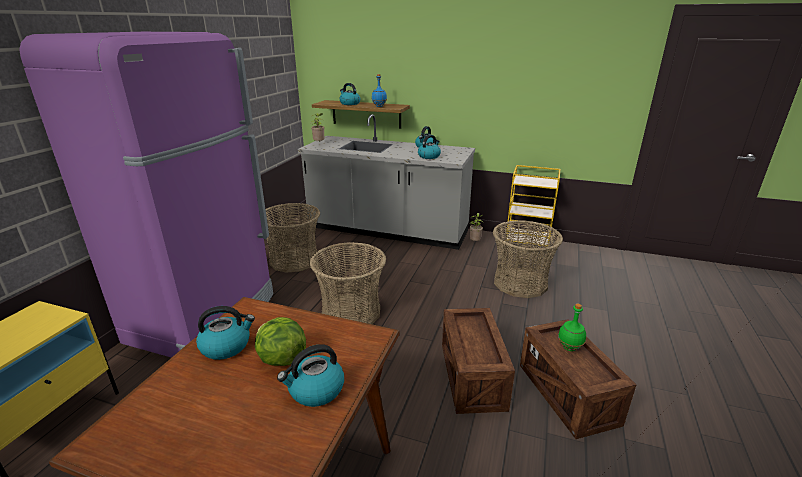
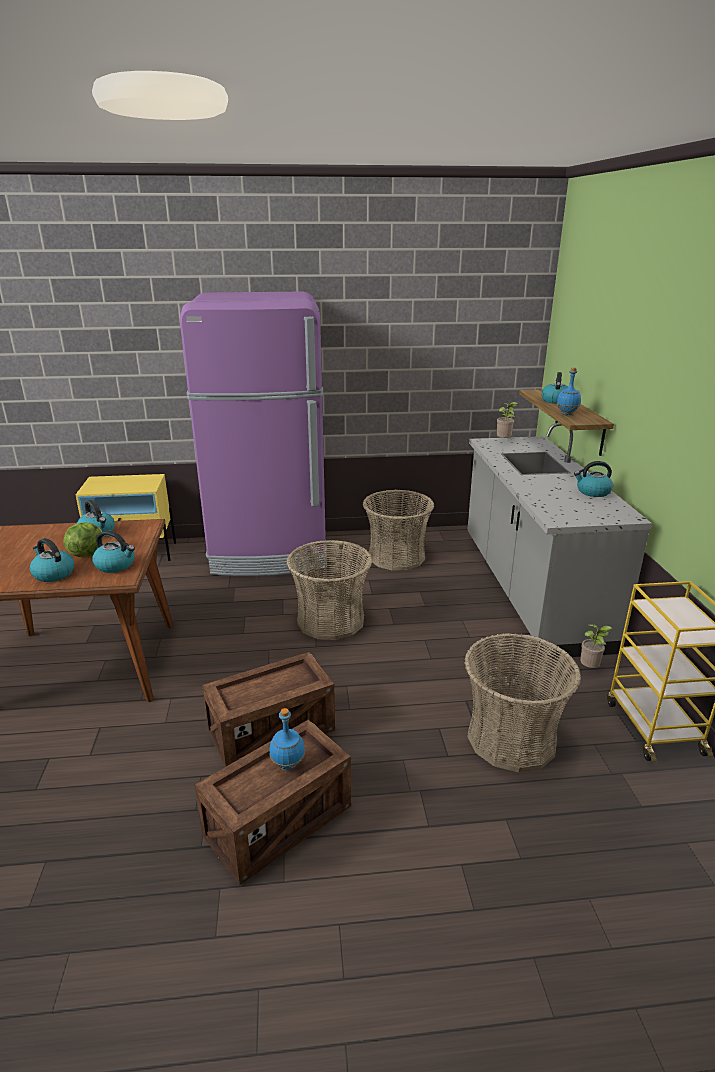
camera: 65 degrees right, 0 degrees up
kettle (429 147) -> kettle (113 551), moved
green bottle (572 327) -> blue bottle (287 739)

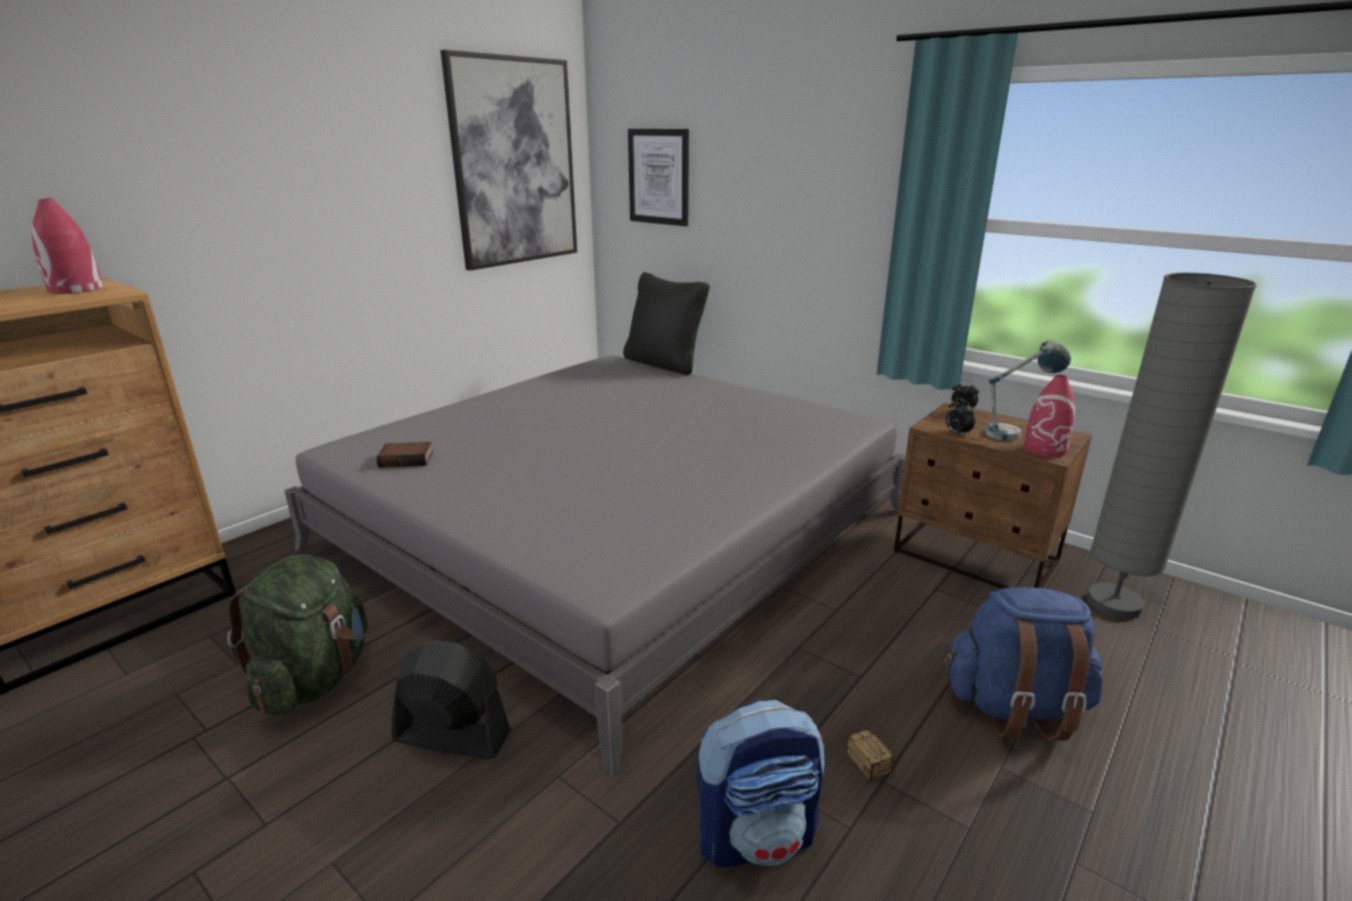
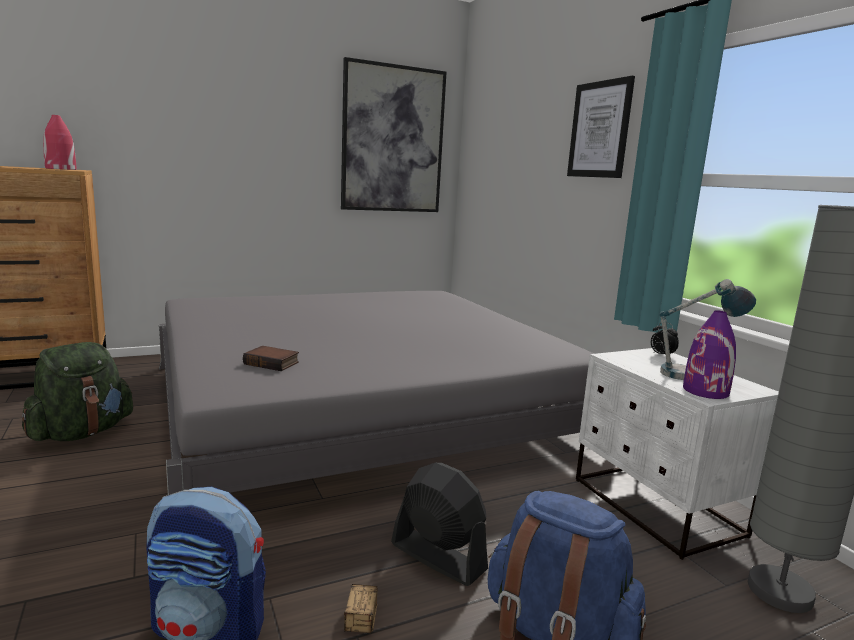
camera: 25 degrees right, 10 degrees down
picture (658 177) -> picture (601 126), moved
black pillow (666 323) -> none
red vase (1049 416) -> purple vase (709 354)
alarm clock (960 417) -> none
brown nightstand (993 495) -> white nightstand (677 454)
book (405 455) -> book (271 358), moved
black fan (451 699) -> black fan (439 524), moved

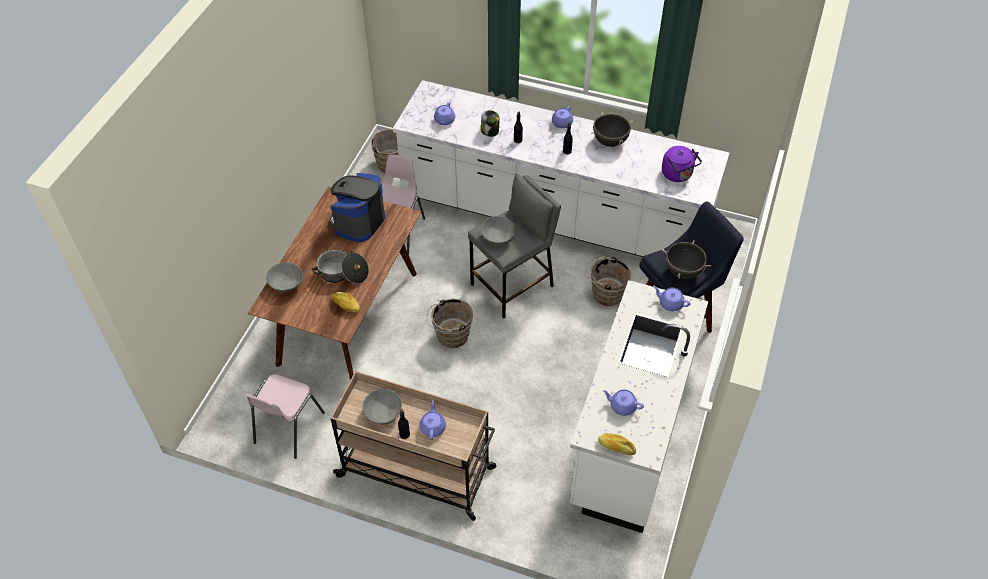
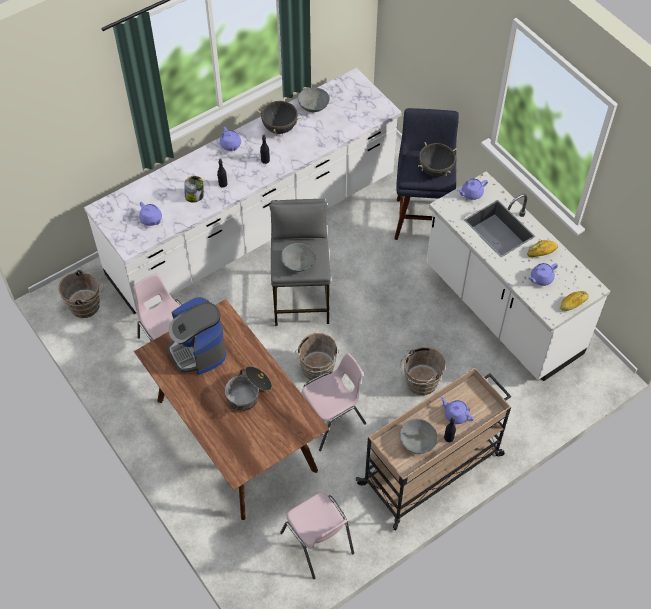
camera: 55 degrees left, 5 degrees up
purple kettle (682 164) -> none
brown bucket (608 281) -> brown bucket (422 371), moved
grey bowl (284 277) -> grey bowl (313 100), moved
bread (346 302) -> bread (542 248), moved
none -> pink chair (333 402)

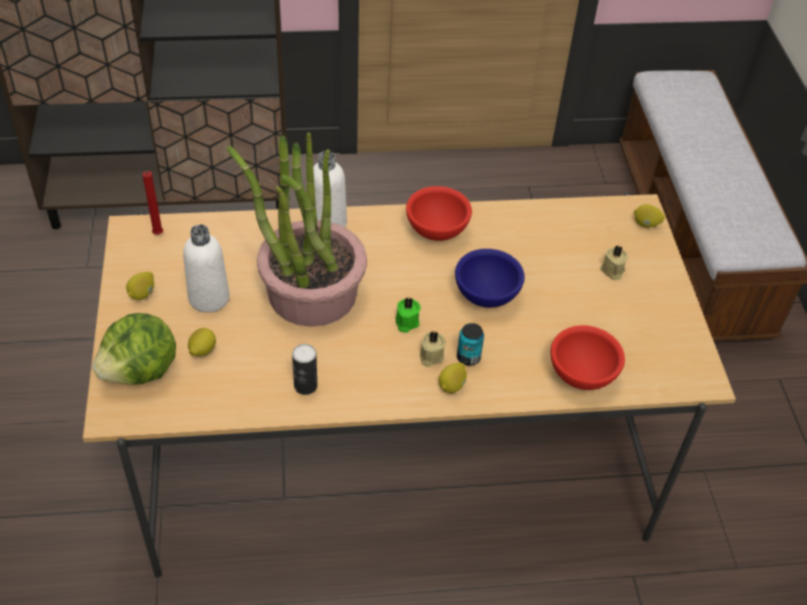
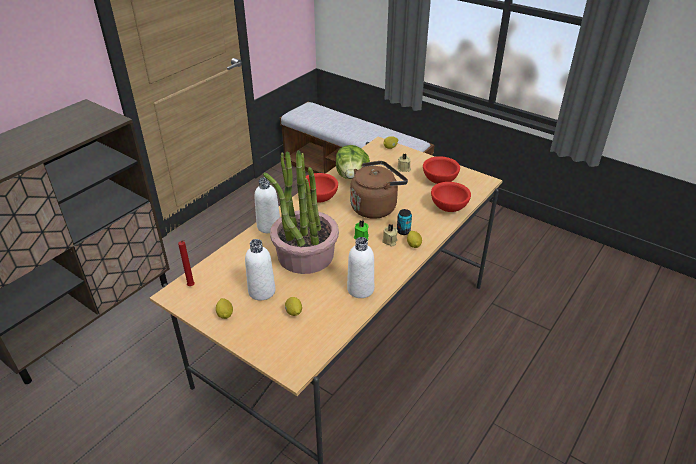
camera: 45 degrees left, 10 degrees down
blue bowl (490 278) -> brown kettle (379 190)
lettuce (134 349) -> lettuce (353 162), moved
can (304 369) -> white bottle (360 267)
none -> red bowl (441 170)

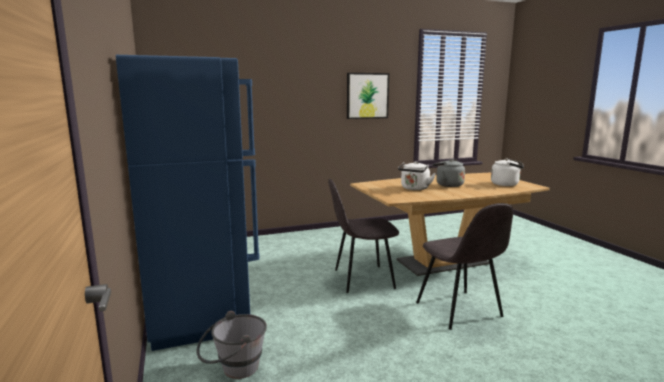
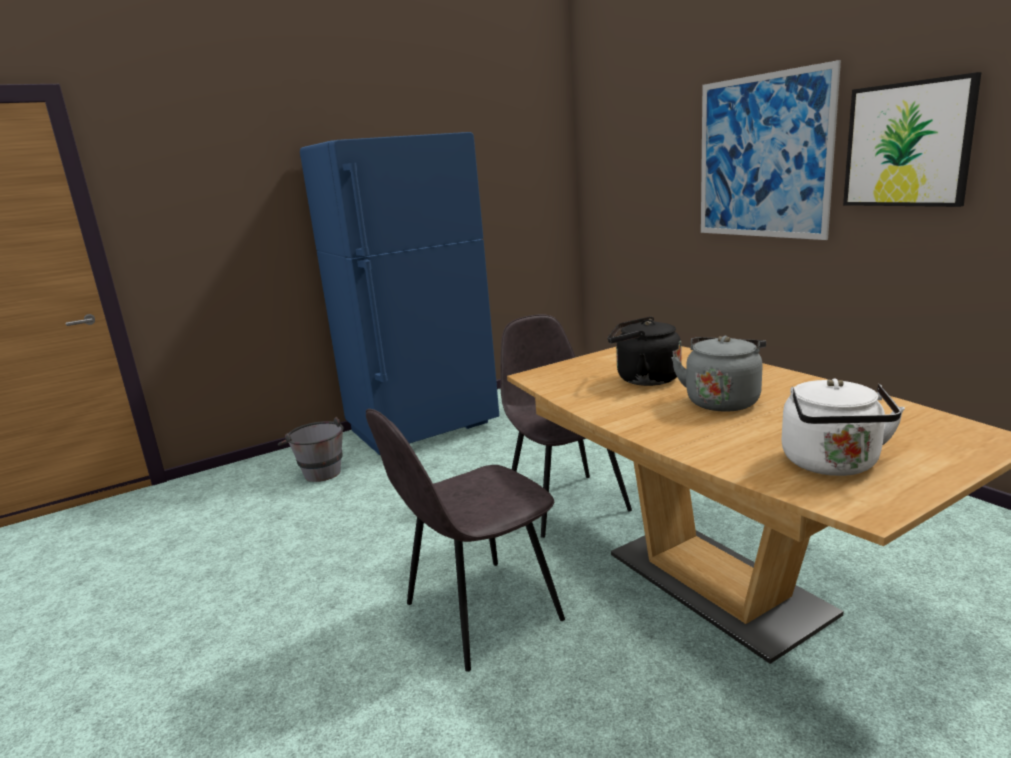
camera: 80 degrees right, 5 degrees up
white kettle (417 175) -> black kettle (644 351)
none -> picture (771 150)

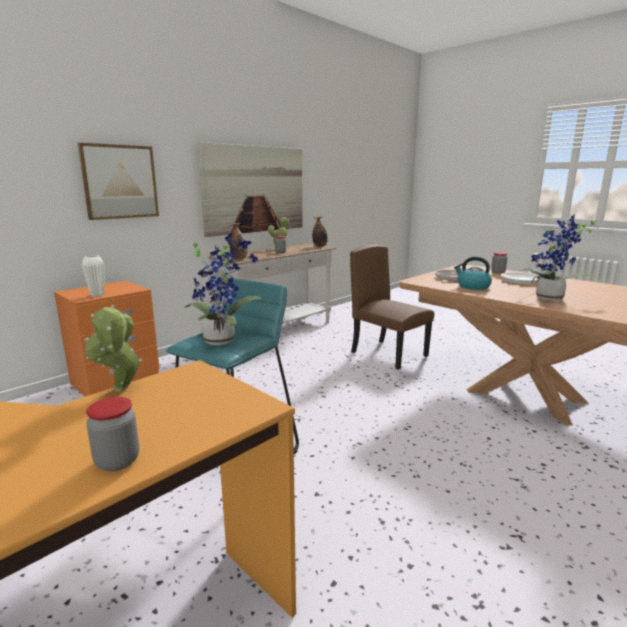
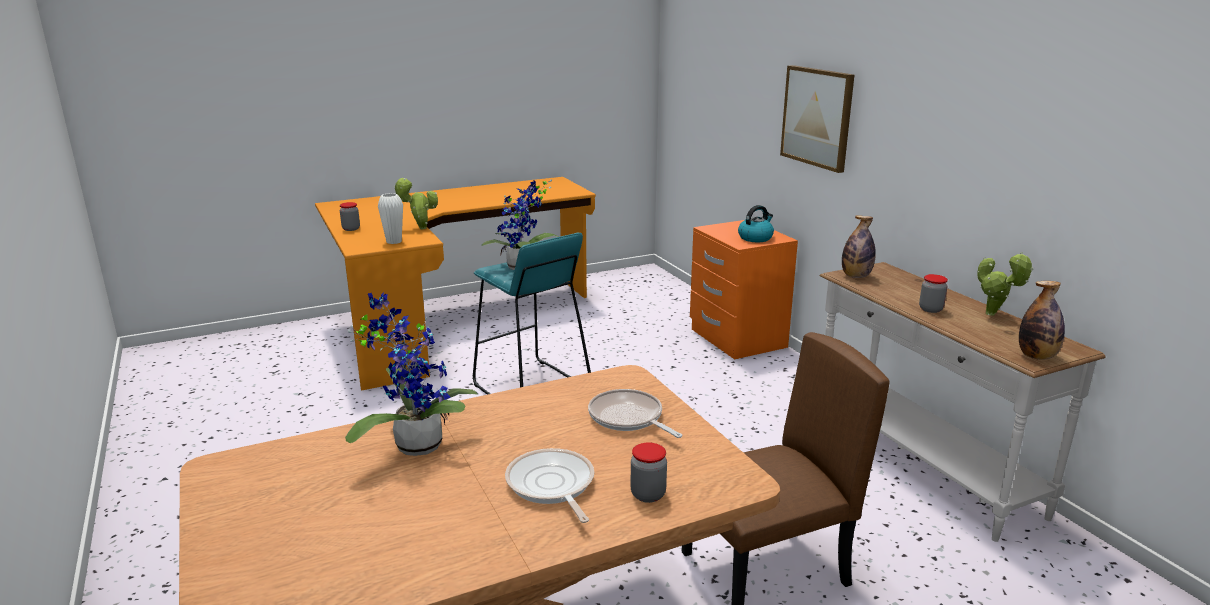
camera: 110 degrees right, 5 degrees up
picture (250 189) -> none
white vase (93 276) -> white vase (390 218), moved
kettle (473 273) -> kettle (756 223), moved

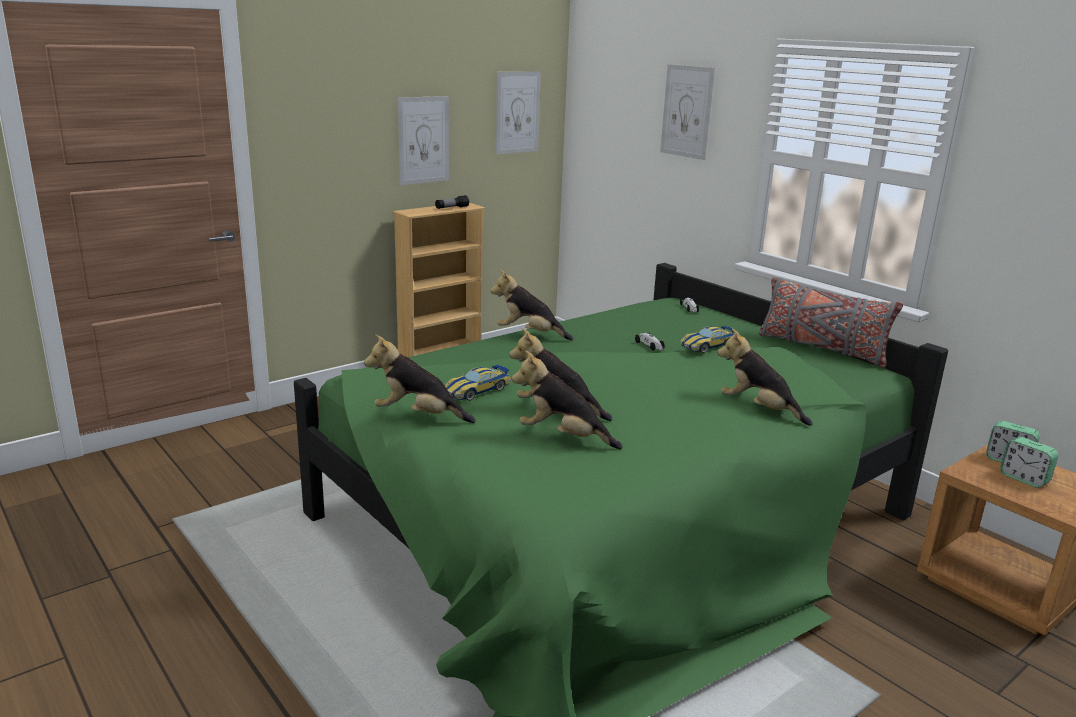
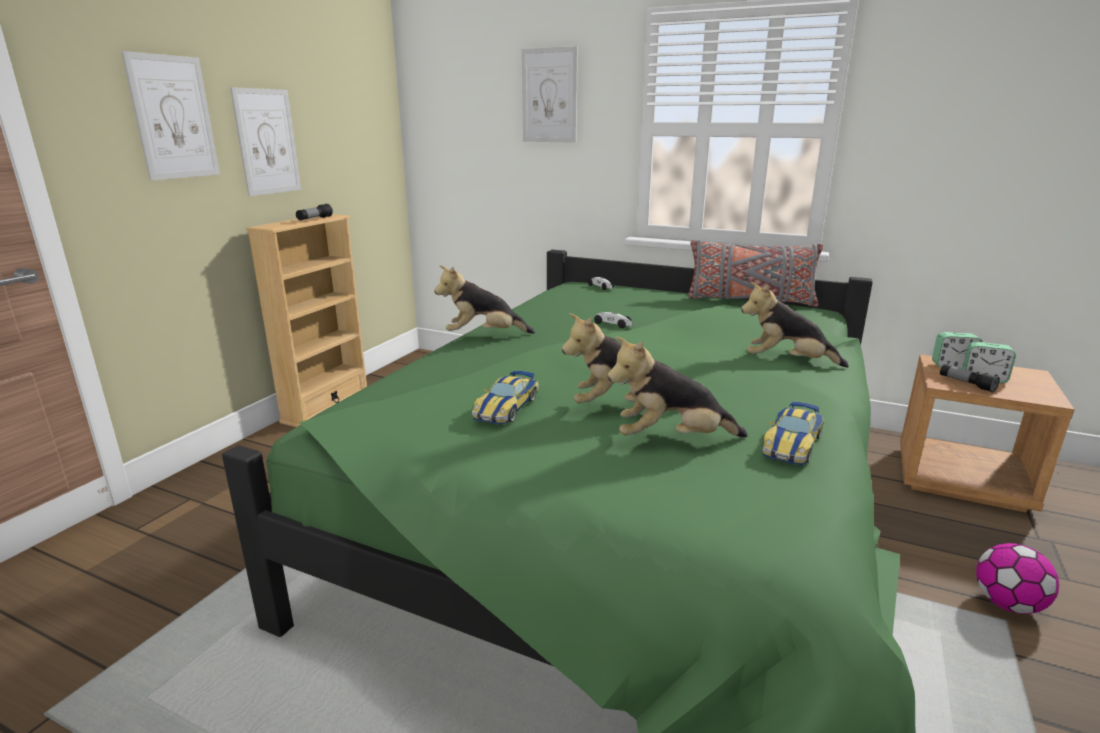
camera: 25 degrees left, 0 degrees up
picture (518 113) -> picture (170 116), moved
toy car (708 339) -> toy car (793 433), moved
plush toy (420 378) -> none
none -> flashlight (970 378)
none -> football (1017 578)

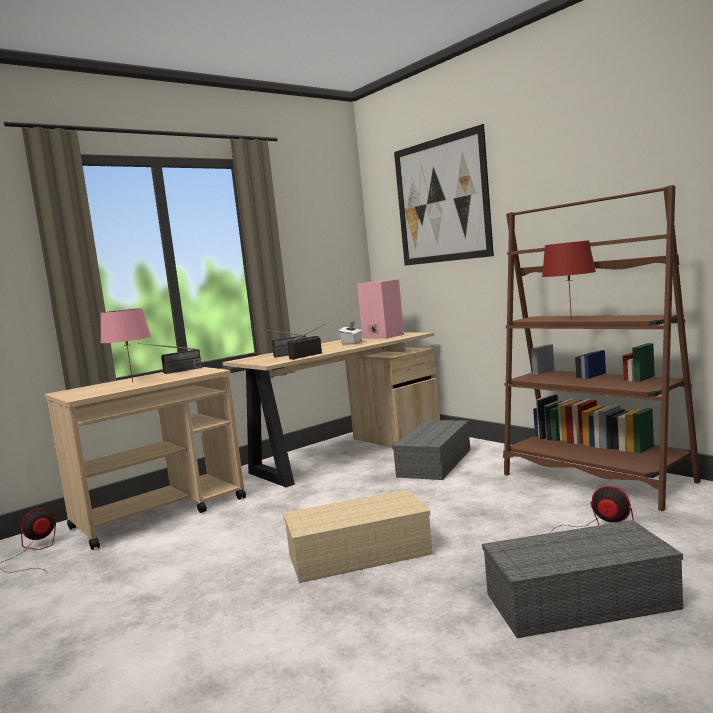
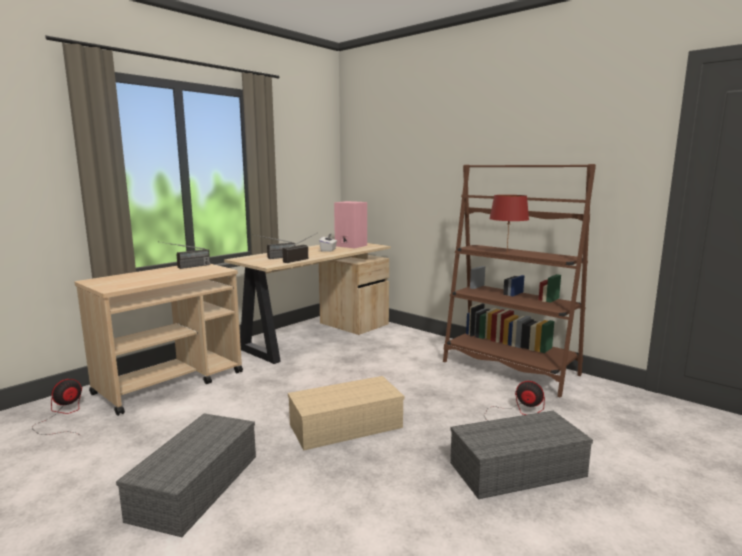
camera: 10 degrees left, 5 degrees up
picture (444 195) -> none
pink table lamp (125 345) -> none
grey storage box (431 450) -> grey storage box (186 475), moved

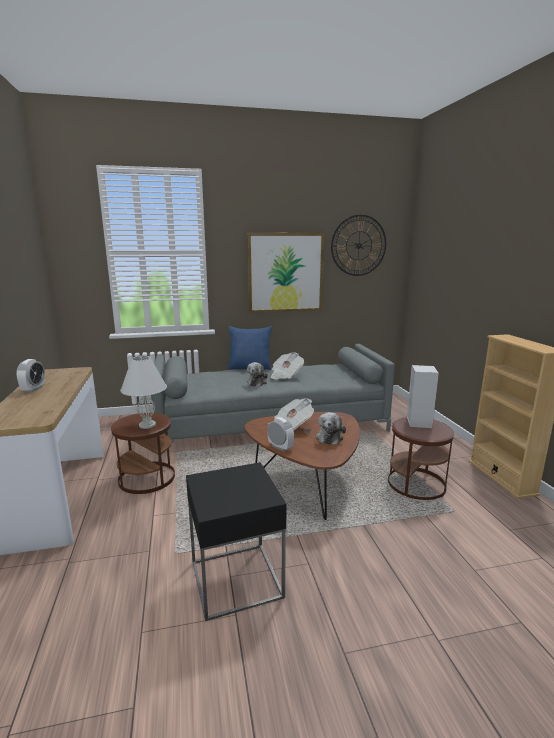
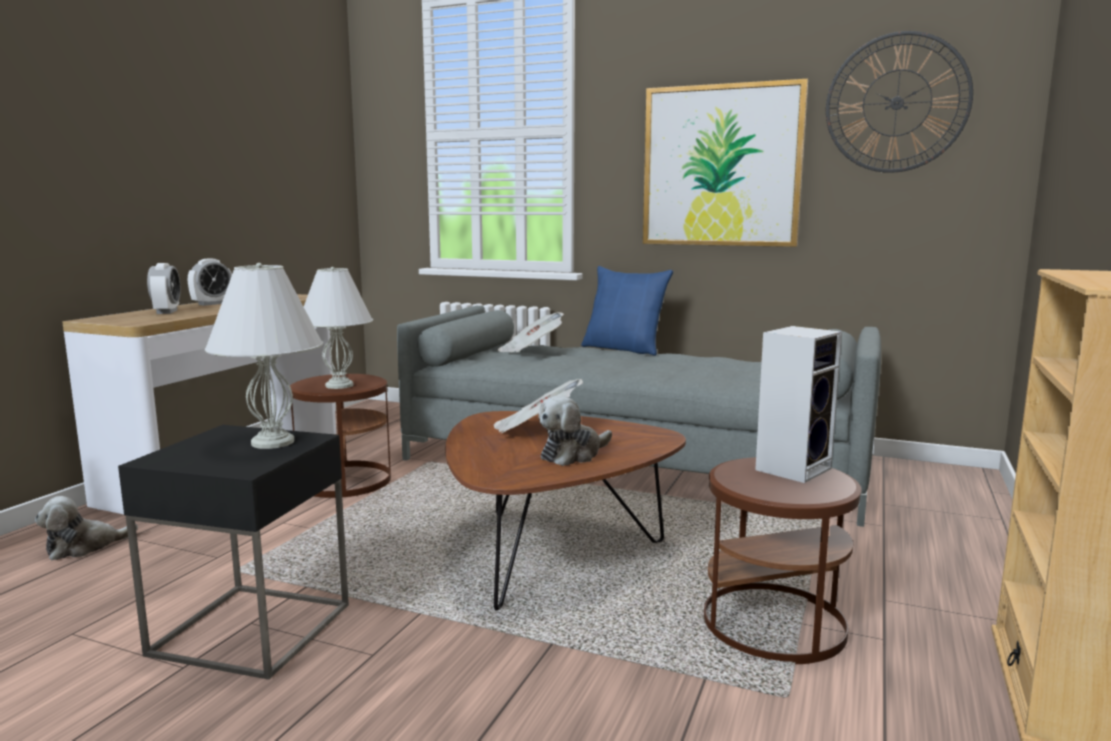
camera: 35 degrees right, 5 degrees down
newspaper (287 365) -> newspaper (531 332), moved
plush toy (257 374) -> plush toy (86 528), moved
alarm clock (280 434) -> alarm clock (164 288), moved
none -> white table lamp (264 356)

